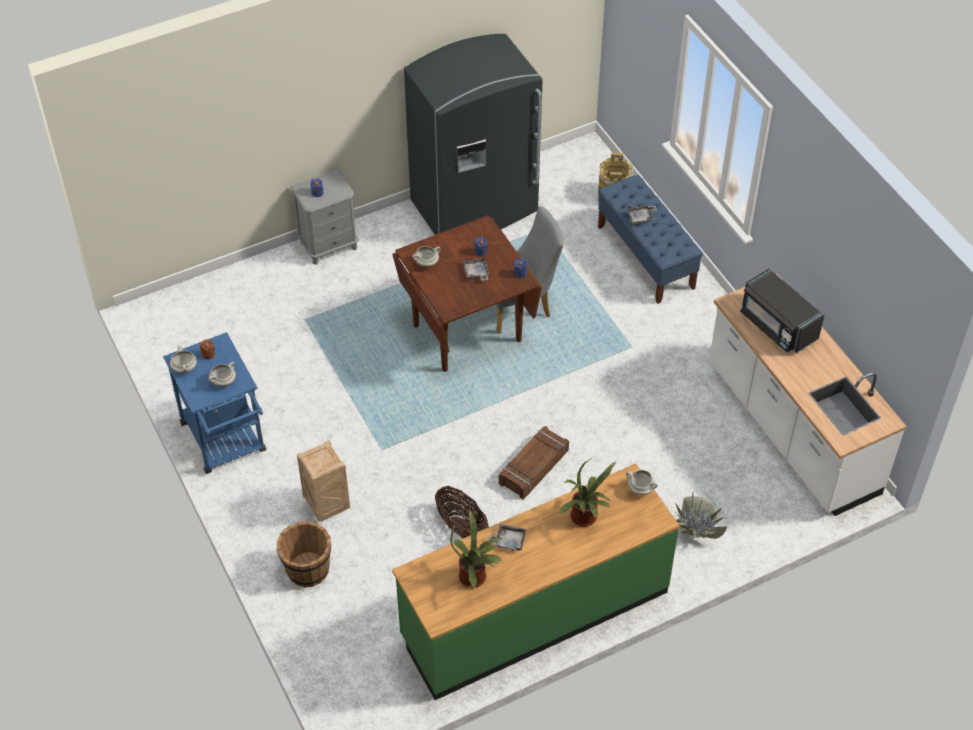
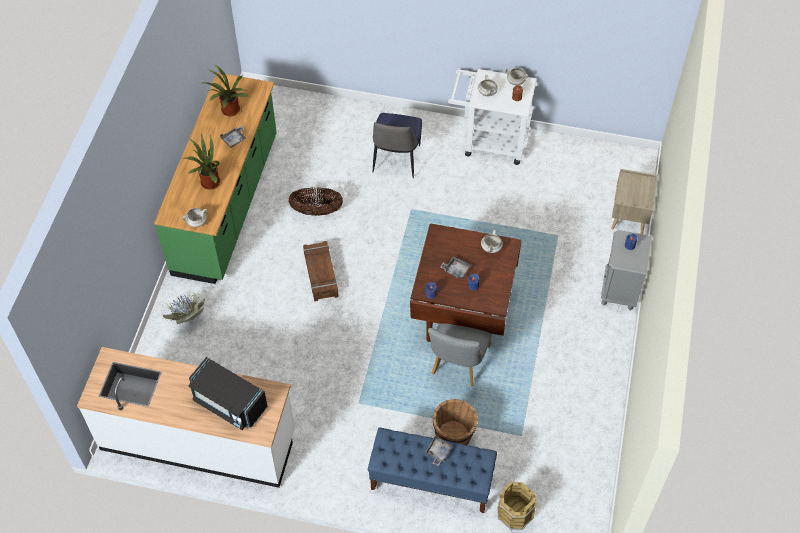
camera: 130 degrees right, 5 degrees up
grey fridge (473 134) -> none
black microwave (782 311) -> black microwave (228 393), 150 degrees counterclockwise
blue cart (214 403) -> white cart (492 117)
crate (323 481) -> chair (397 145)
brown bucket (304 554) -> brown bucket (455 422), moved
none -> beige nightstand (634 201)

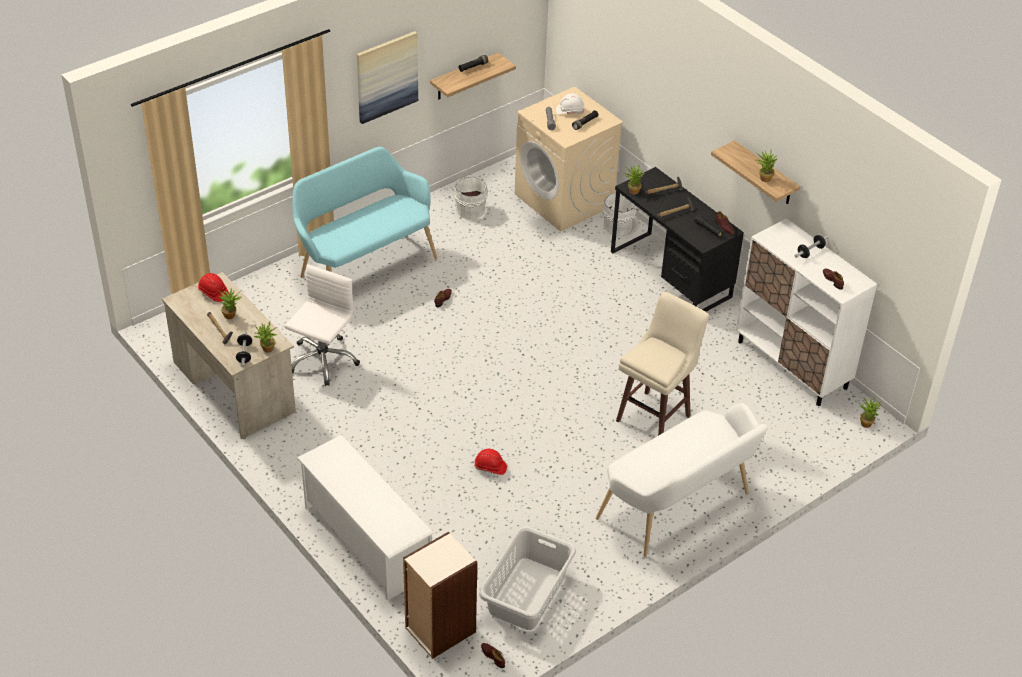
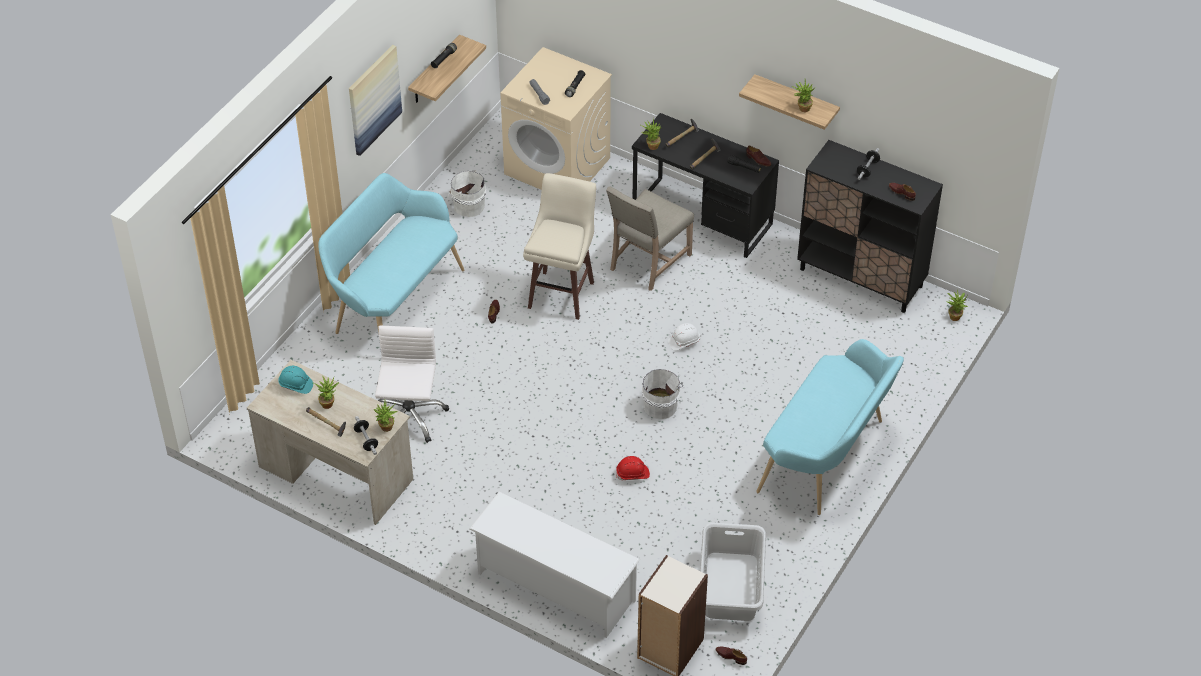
camera: 20 degrees left, 5 degrees up
white hard hat (570 103) -> white hard hat (684 336), moved
white bucket (621 214) -> white bucket (662 394), moved
white cabinet (806 312) -> black cabinet (870 226)
red hard hat (213 287) -> turquoise hard hat (295 380)
beige stool (662 364) -> beige stool (559 246), moved
white bench (682 480) -> turquoise bench (830 427)
none -> beige chair (650 238)

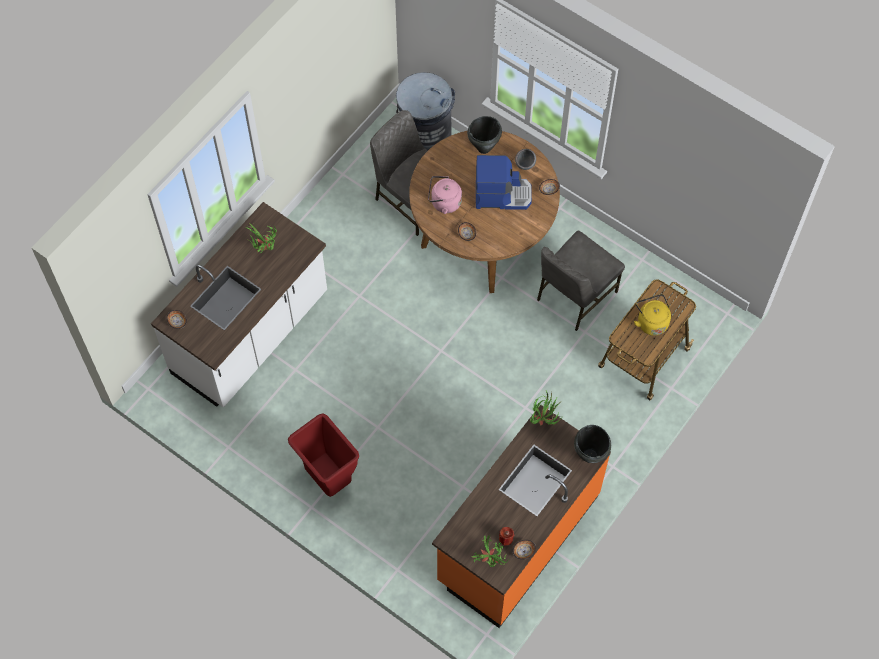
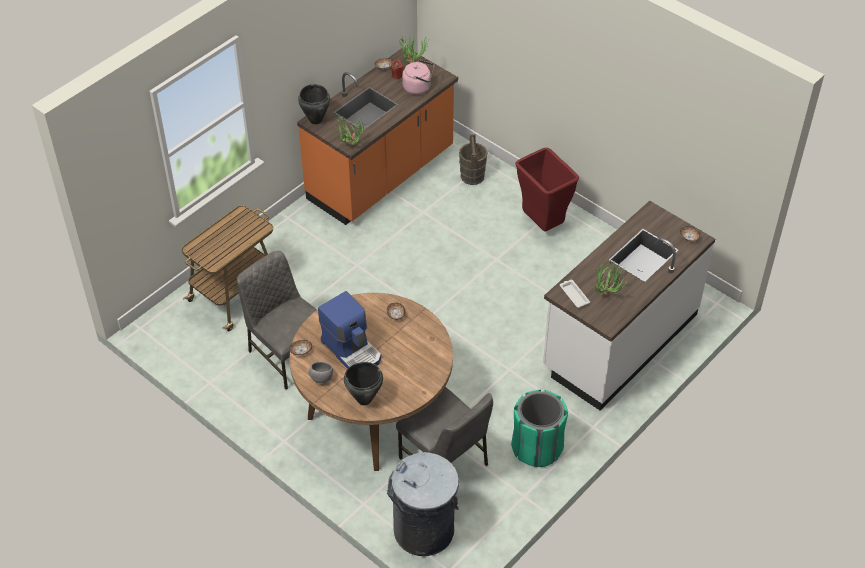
camera: 175 degrees left, 15 degrees down
coffee machine (504 182) -> coffee machine (349 330), 135 degrees counterclockwise
pink kettle (445 195) -> pink kettle (418 77), moved
grey chair (581 280) -> grey chair (277 320), 90 degrees counterclockwise
yellow kettle (652 315) -> none
none -> brown bucket (473 159)
none -> white tray (575 294)
none -> green trash can (539 428)

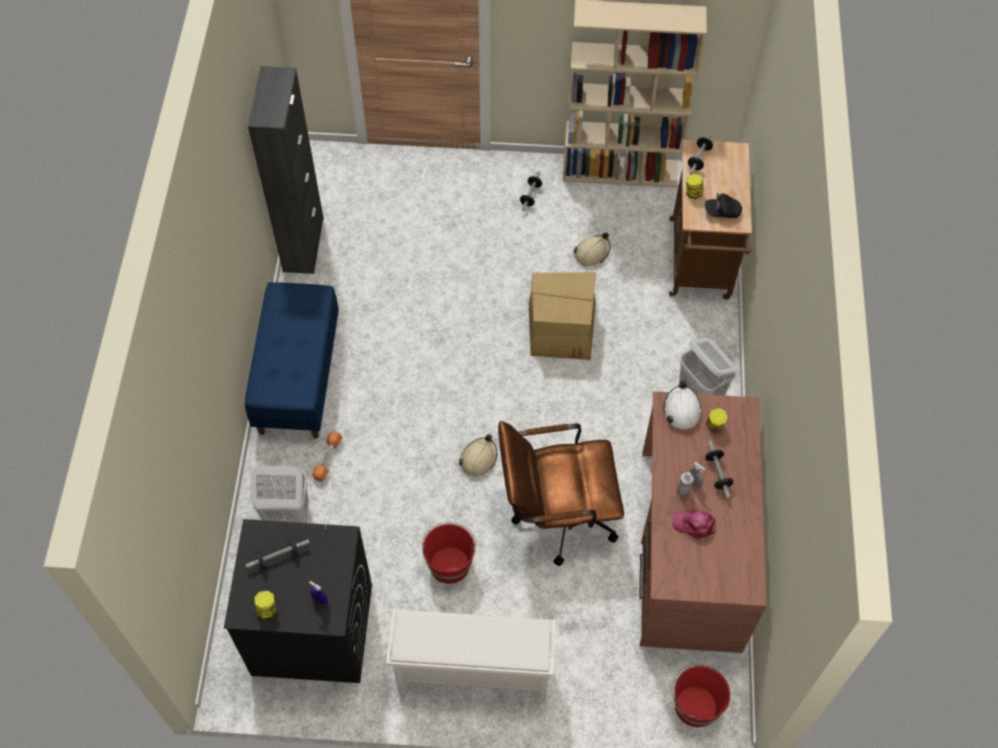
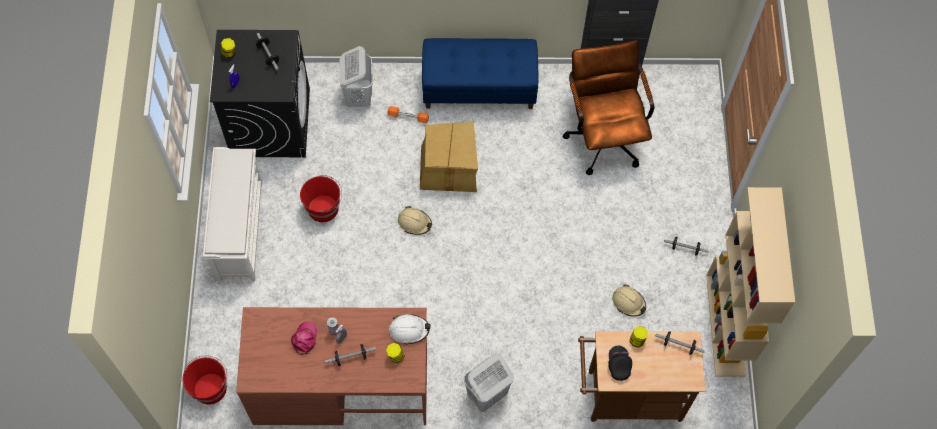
camera: 85 degrees right, 5 degrees up
cardboard box (562 316) -> cardboard box (449 157), moved
brown office chair (561 493) -> brown office chair (608 107), moved

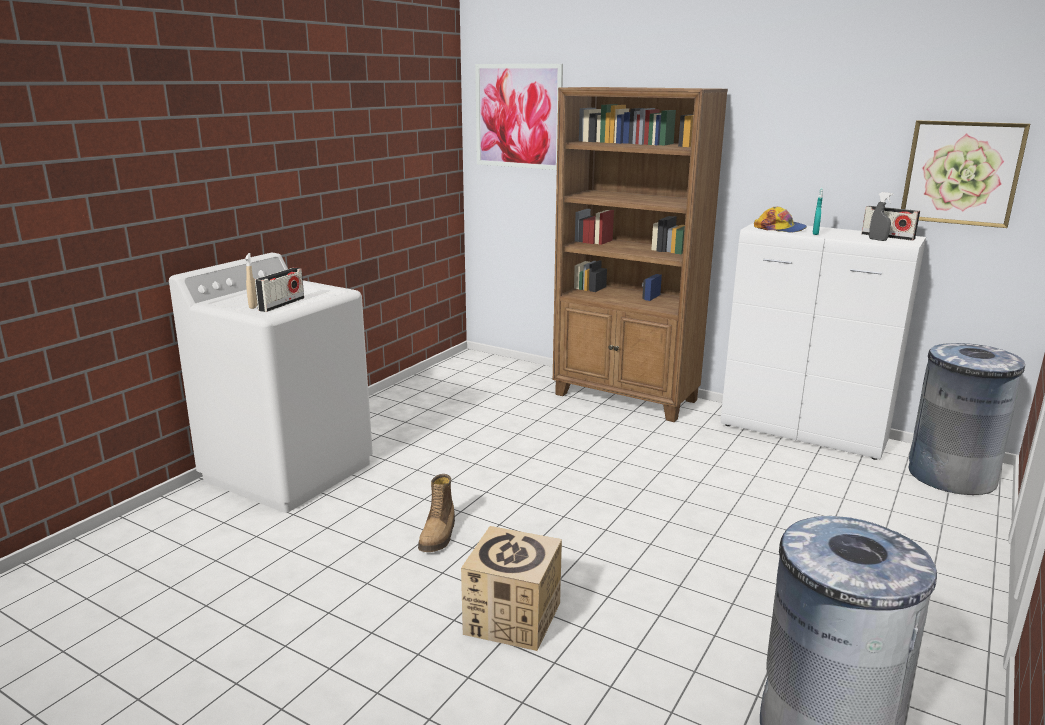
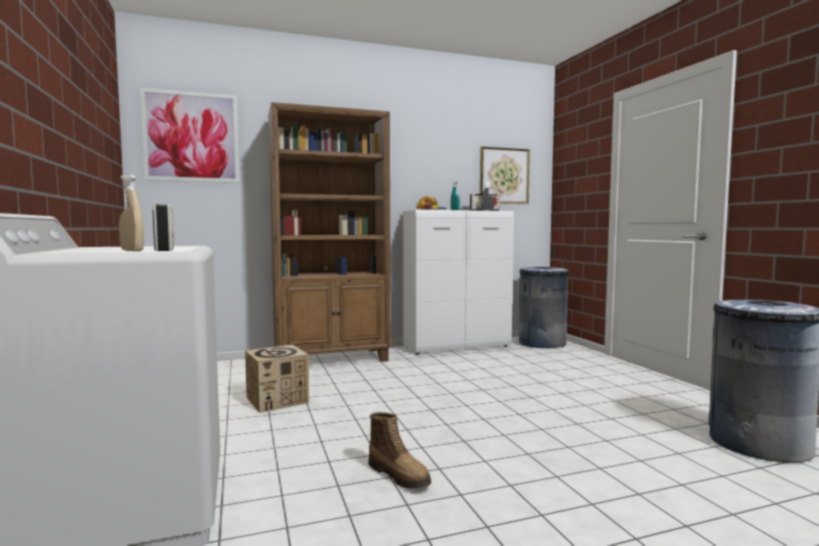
camera: 50 degrees left, 15 degrees down
cardboard box (511 588) -> cardboard box (277 379), moved

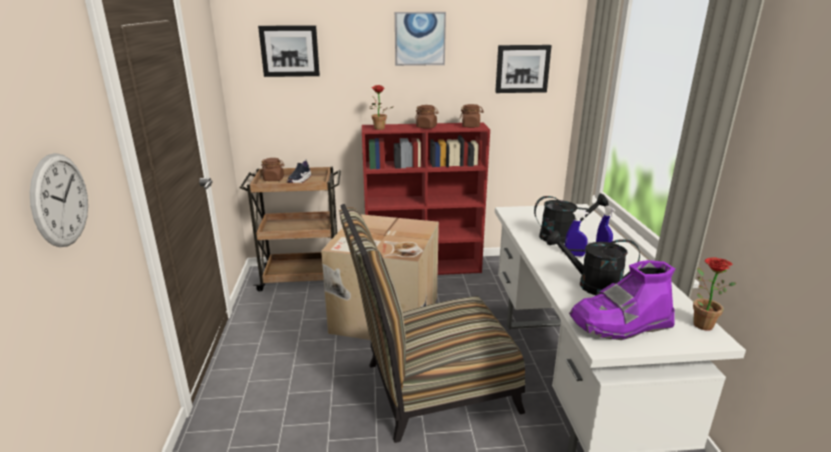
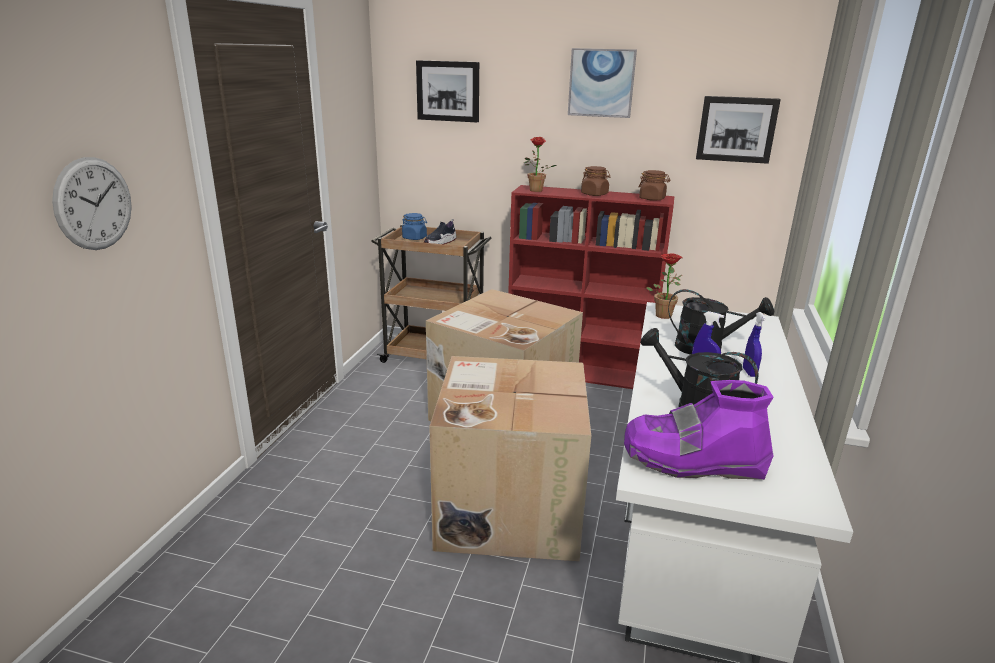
camera: 20 degrees right, 0 degrees up
brown jar (272 169) -> blue jar (414 226)
chair (432 323) -> cardboard box (510 458)
potted plant (714 294) -> potted plant (664 286), moved

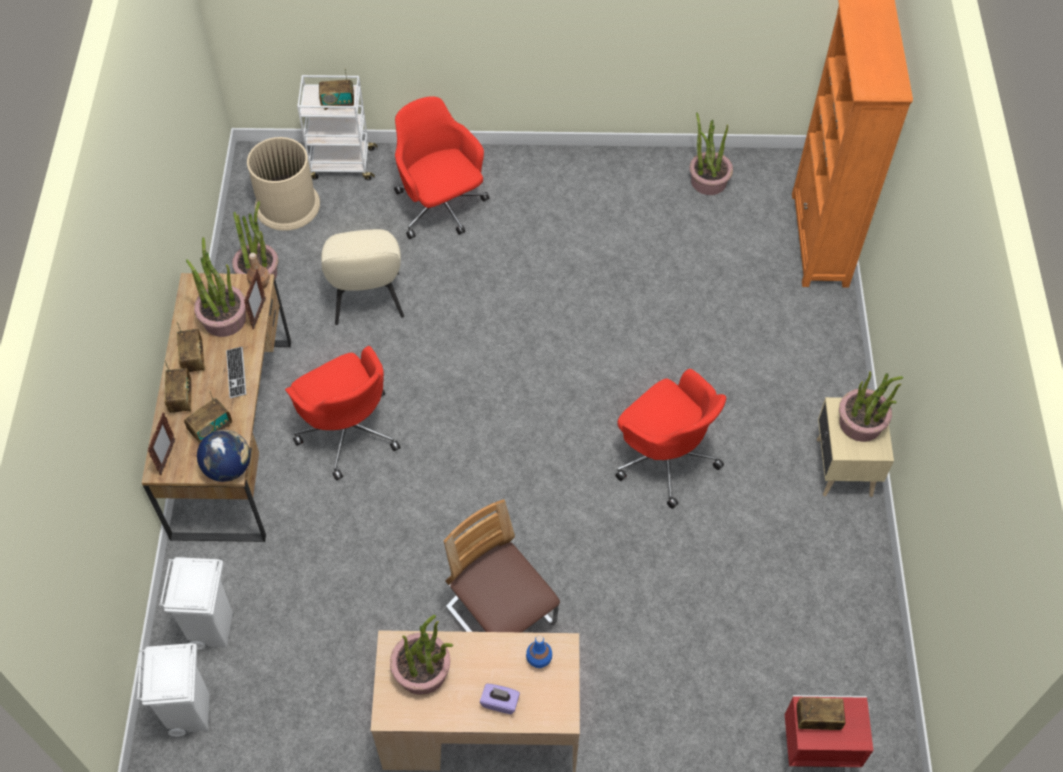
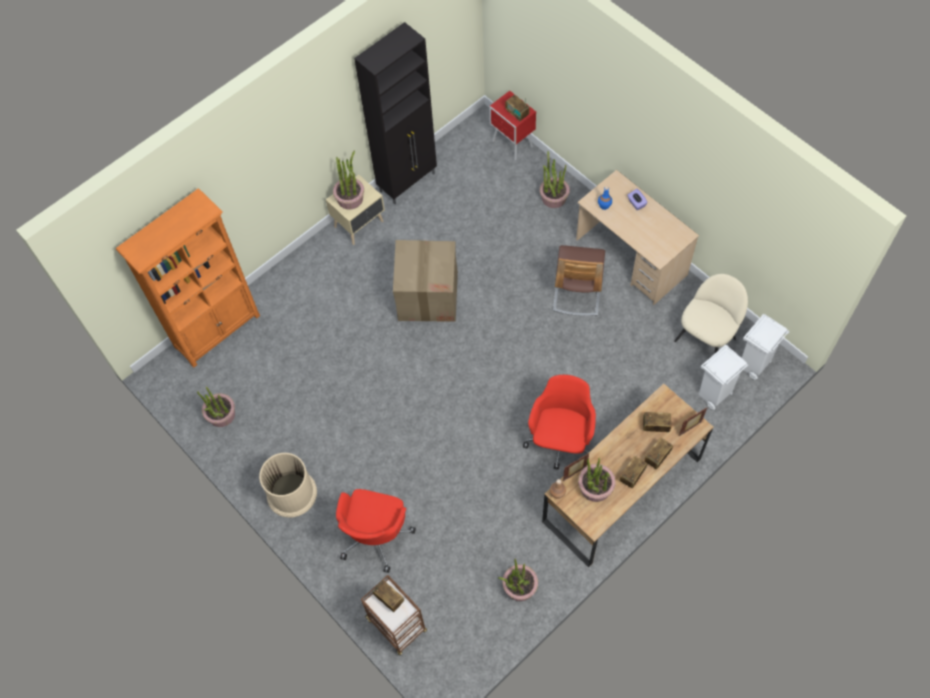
camera: 130 degrees left, 5 degrees up
white cart (337 127) -> brown cart (394 615)
beige trash can (283 184) -> beige trash can (288 485), moved
beige chair (362 277) -> beige chair (711 314), moved
keyboard (236 372) -> none
red office chair (671 439) -> cardboard box (425 281)
globe (223 456) -> none
potted plant (421 655) -> potted plant (555 179), moved
none -> black cabinet (395 113)

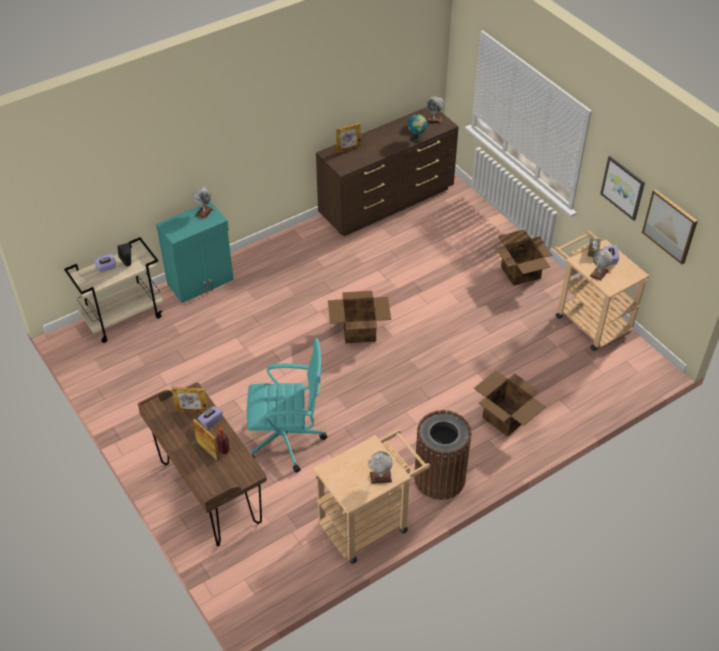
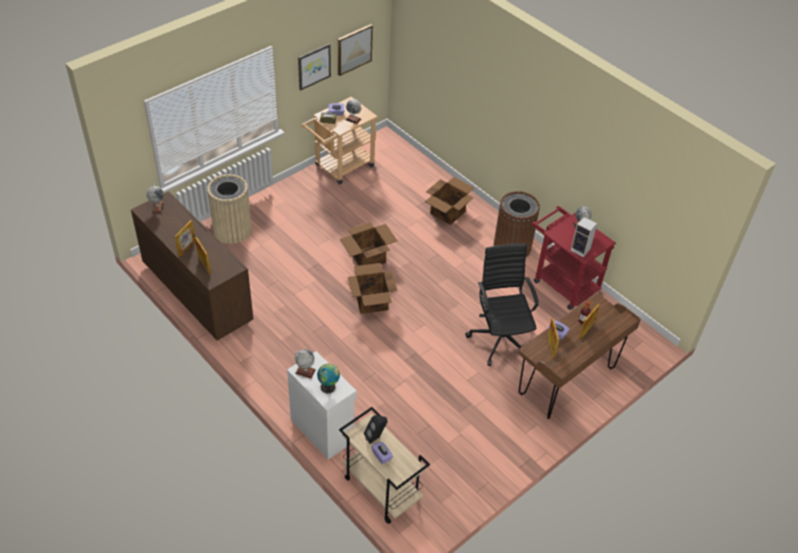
camera: 100 degrees left, 0 degrees up
globe (417 128) -> globe (328 378), moved
turquoise cabinet (195 252) -> white cabinet (322 405)
cardboard box (524 257) -> cardboard box (369 244), moved
turquoise office chair (287 405) -> black office chair (501 305)
beige cart (371 496) -> red cart (574 258)
none -> beige trash can (229 209)
none -> speaker (583 237)
none -> picture frame (185 238)

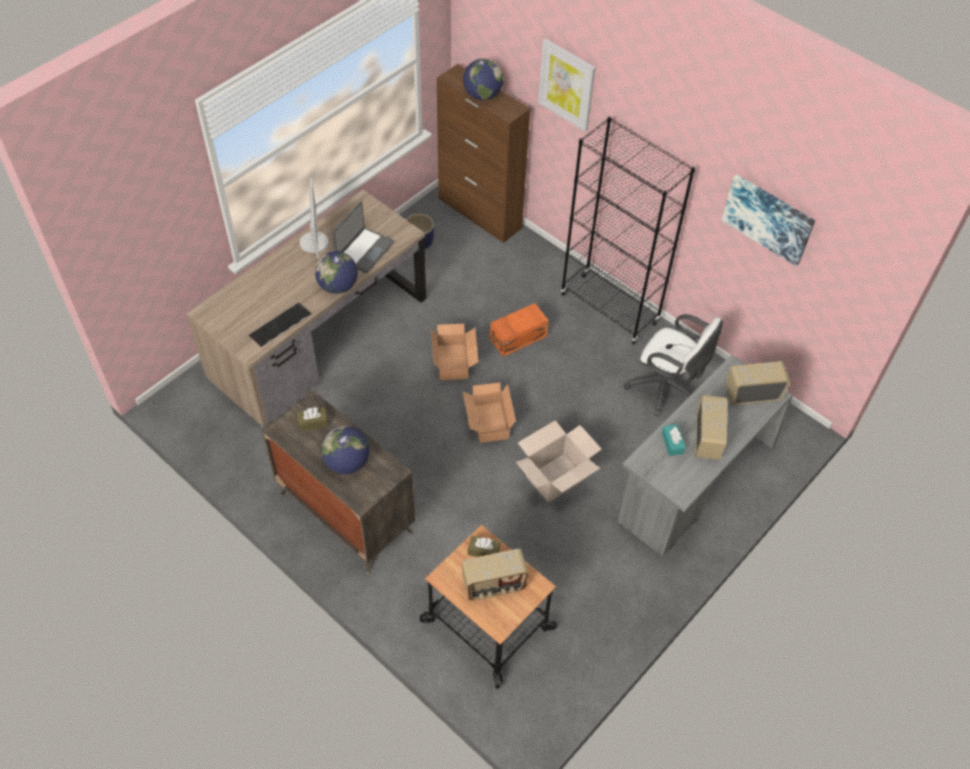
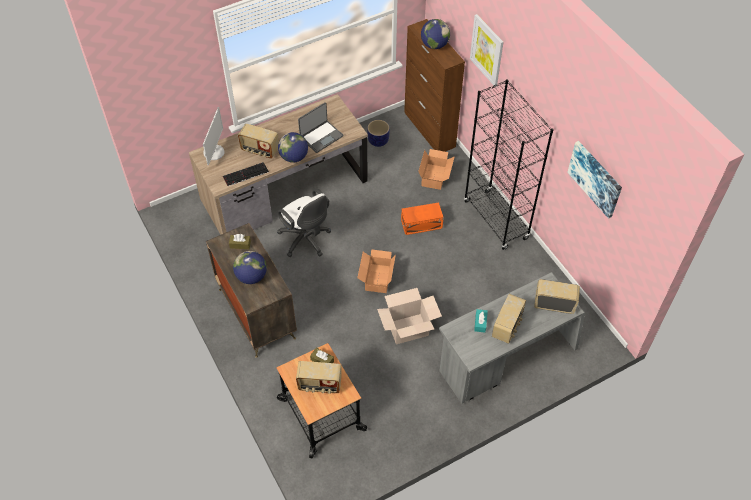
camera: 20 degrees right, 0 degrees up
monitor (314 218) -> monitor (214 136), moved
white office chair (673 365) -> white office chair (304 223), moved
cardboard box (454 352) -> cardboard box (436 169), moved
none -> radio (258 141)

